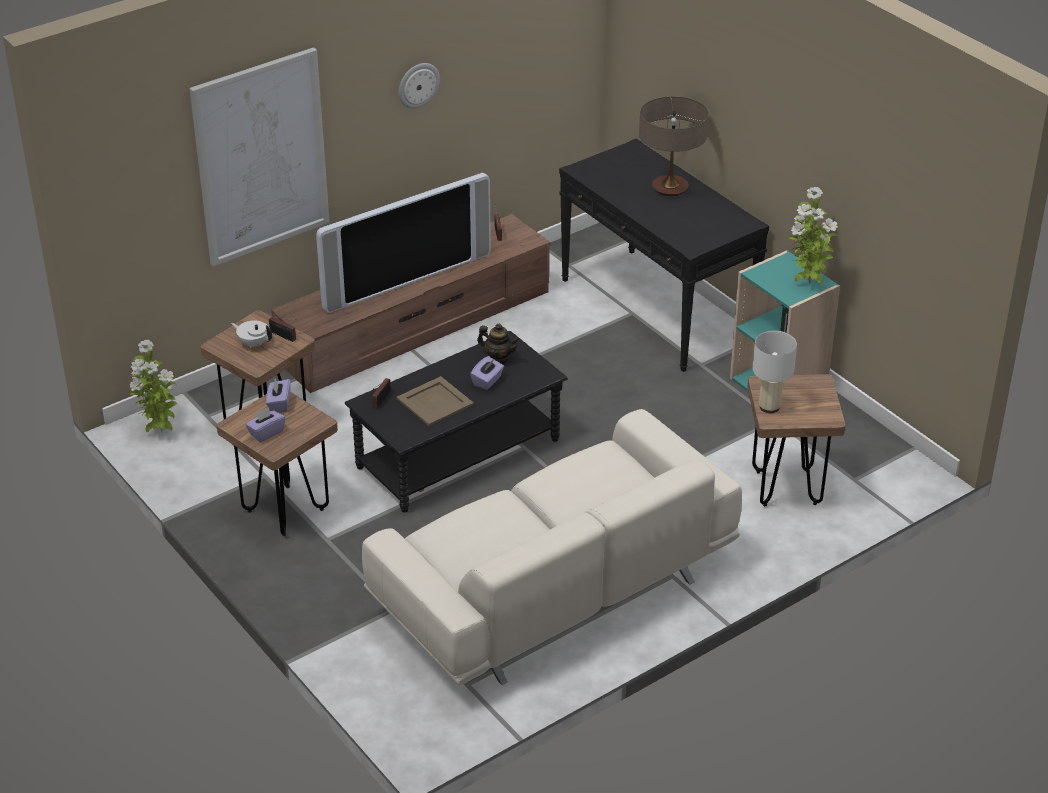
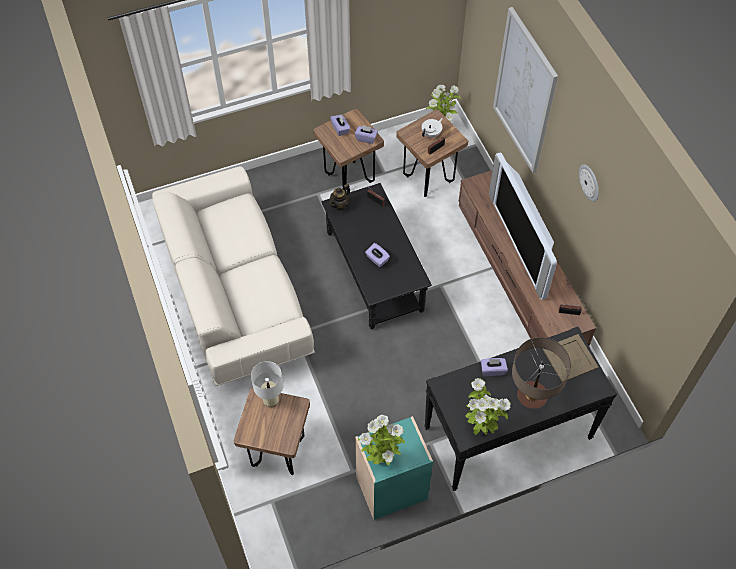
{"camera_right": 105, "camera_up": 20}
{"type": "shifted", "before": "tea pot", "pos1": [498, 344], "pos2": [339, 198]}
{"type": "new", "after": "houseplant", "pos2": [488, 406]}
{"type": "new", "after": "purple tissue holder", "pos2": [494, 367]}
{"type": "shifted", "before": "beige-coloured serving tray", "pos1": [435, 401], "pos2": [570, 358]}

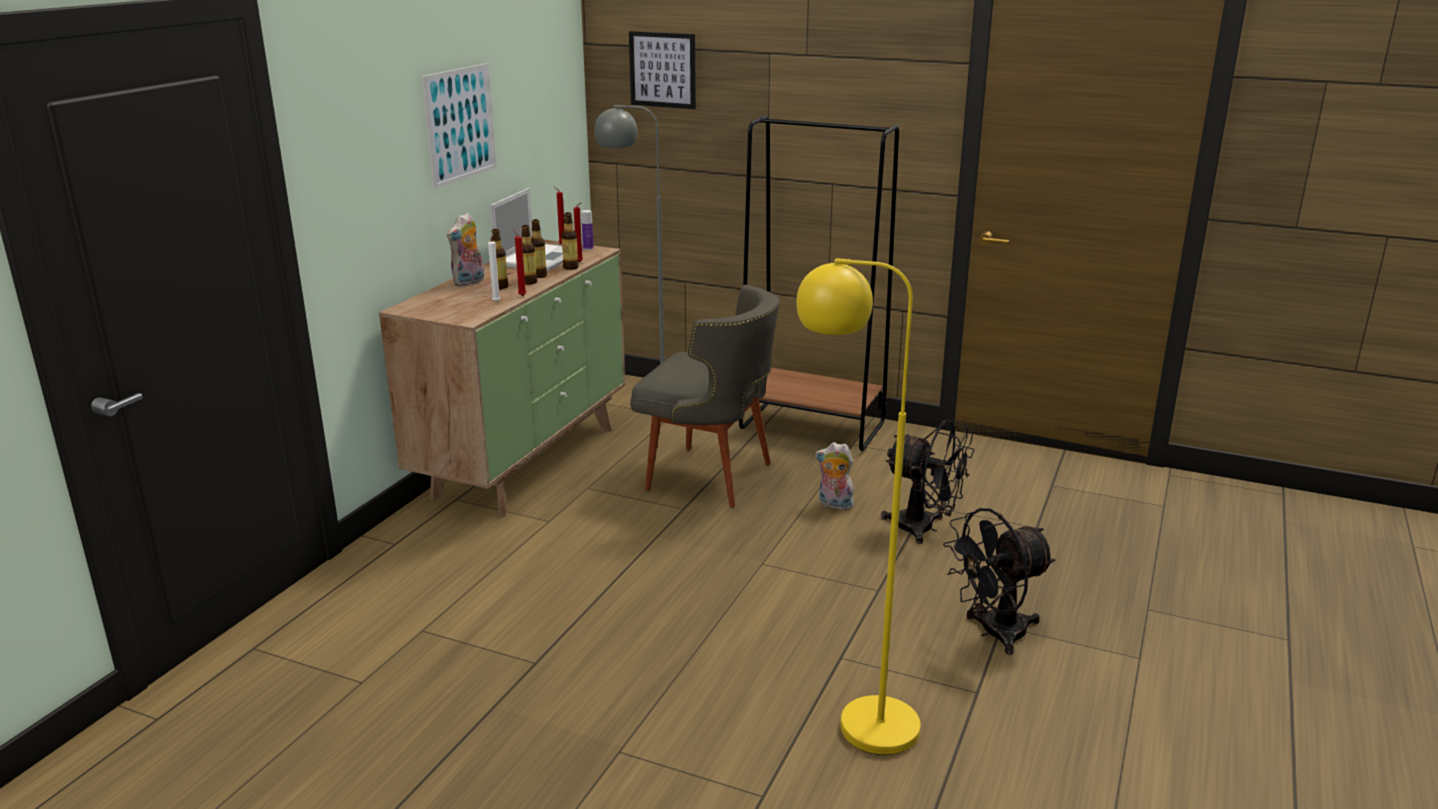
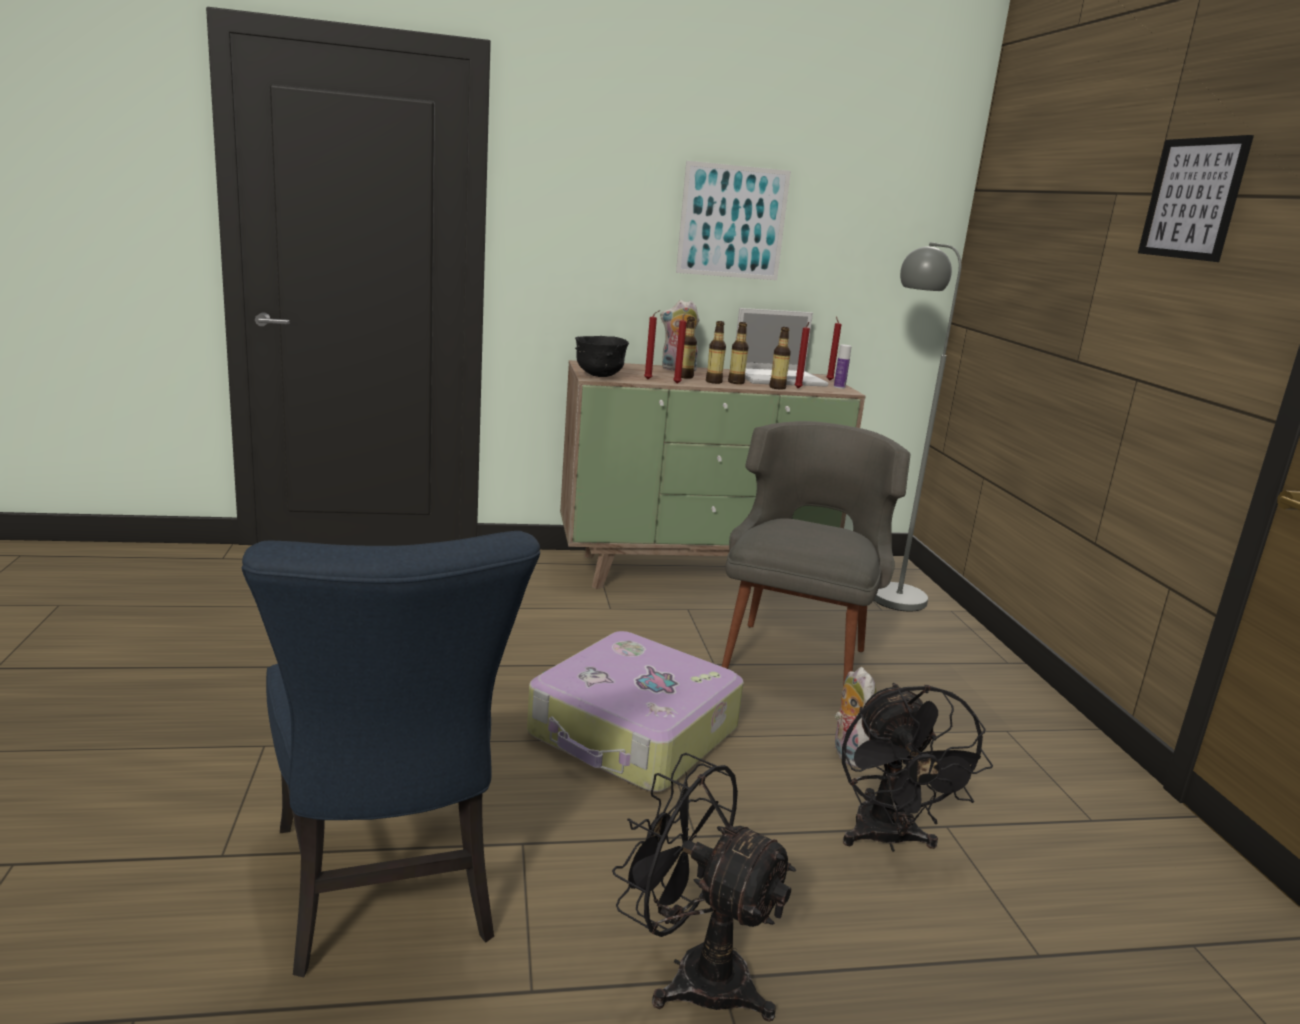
{"camera_right": 55, "camera_up": -5}
{"type": "swapped", "before": "yellow standing lamp", "after": "bluish plain chair", "pos1": [858, 506], "pos2": [390, 754]}
{"type": "new", "after": "suitcase", "pos2": [635, 711]}
{"type": "new", "after": "blackish serving bowl", "pos2": [602, 356]}
{"type": "repainted", "before": "whitish candle", "after": "reddish candle", "pos1": [494, 268], "pos2": [652, 344]}
{"type": "rotated", "before": "grey plain chair", "pos1": [705, 396], "pos2": [816, 553], "turn": -150}
{"type": "shifted", "before": "picture", "pos1": [662, 70], "pos2": [1196, 198]}
{"type": "gone", "before": "garment rack", "pos1": [819, 283]}

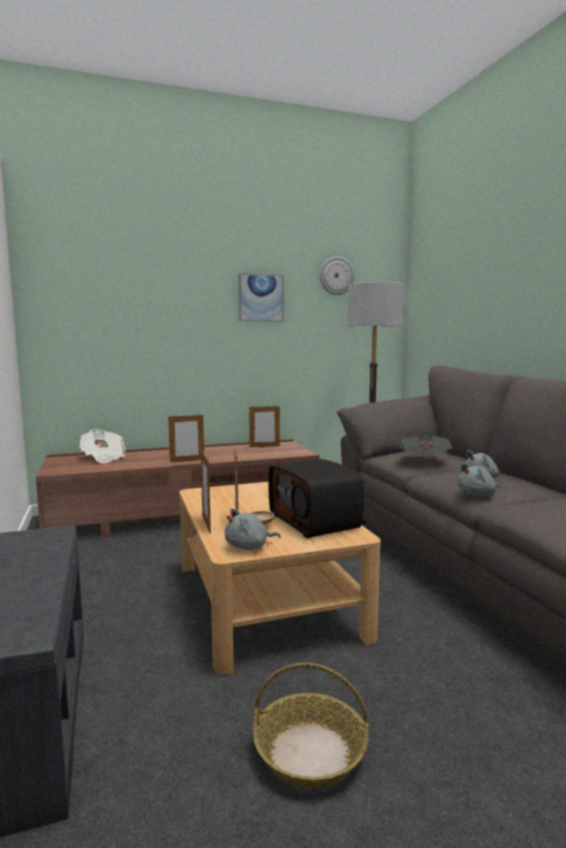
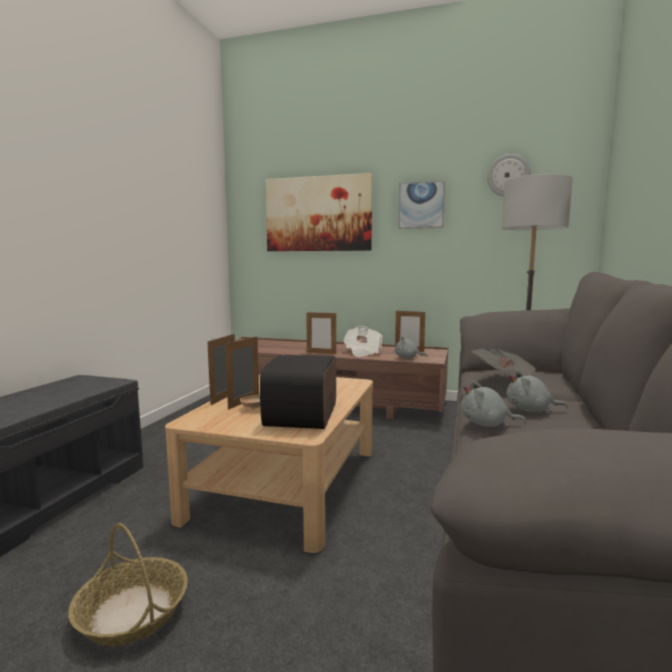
{"camera_right": 35, "camera_up": 0}
{"type": "new", "after": "picture", "pos2": [319, 212]}
{"type": "shifted", "before": "printed paper", "pos1": [102, 446], "pos2": [363, 341]}
{"type": "shifted", "before": "grey plush toy", "pos1": [253, 529], "pos2": [411, 347]}

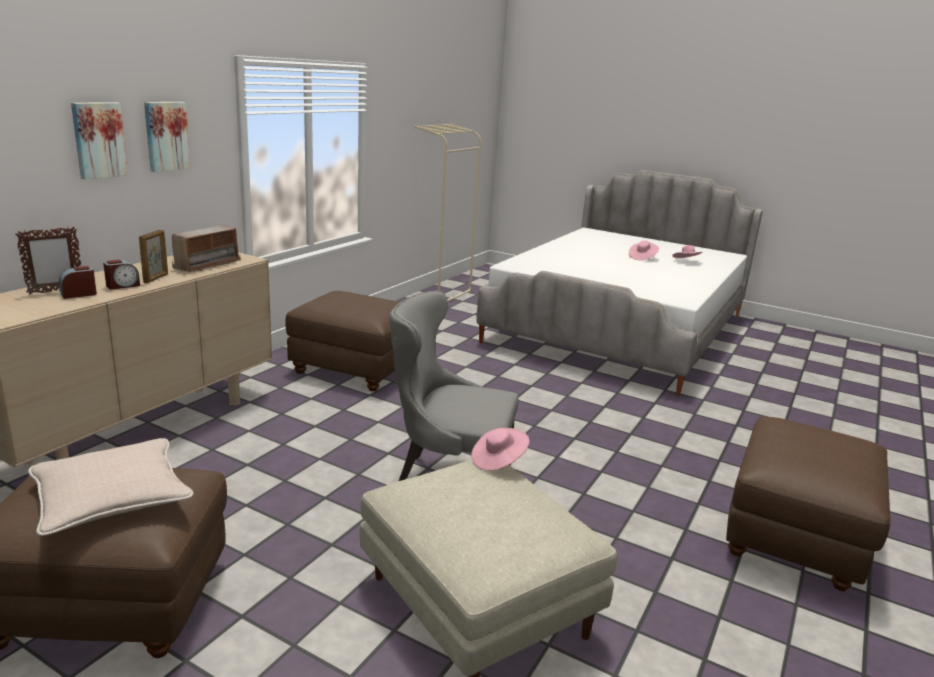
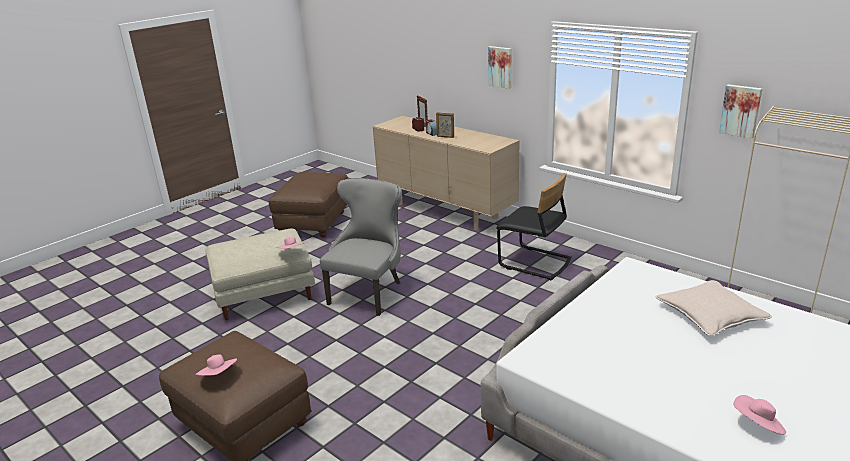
{"camera_right": 105, "camera_up": 5}
{"type": "shifted", "before": "pink clothing hat", "pos1": [644, 250], "pos2": [216, 365]}
{"type": "swapped", "before": "brown-coloured pouffe", "after": "blackish plain chair", "pos1": [342, 341], "pos2": [534, 226]}
{"type": "shifted", "before": "beige-coloured cushion", "pos1": [111, 487], "pos2": [714, 308]}
{"type": "shifted", "before": "picture", "pos1": [99, 141], "pos2": [740, 111]}
{"type": "gone", "before": "radio set", "pos1": [206, 248]}

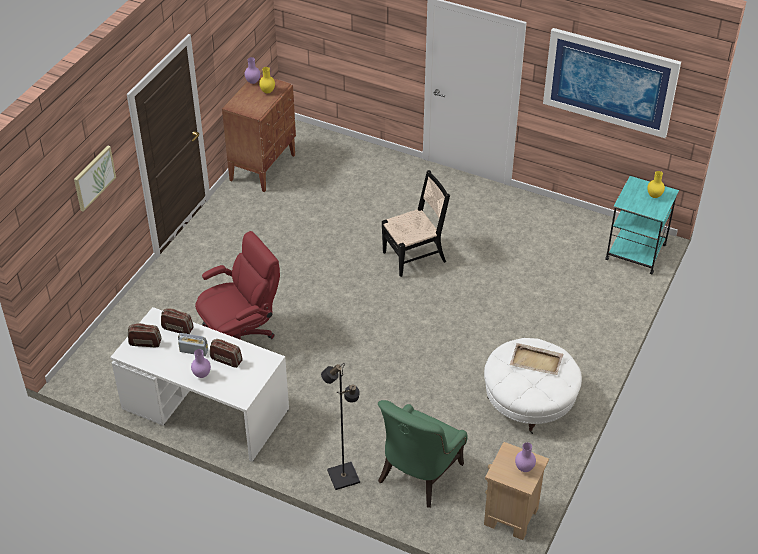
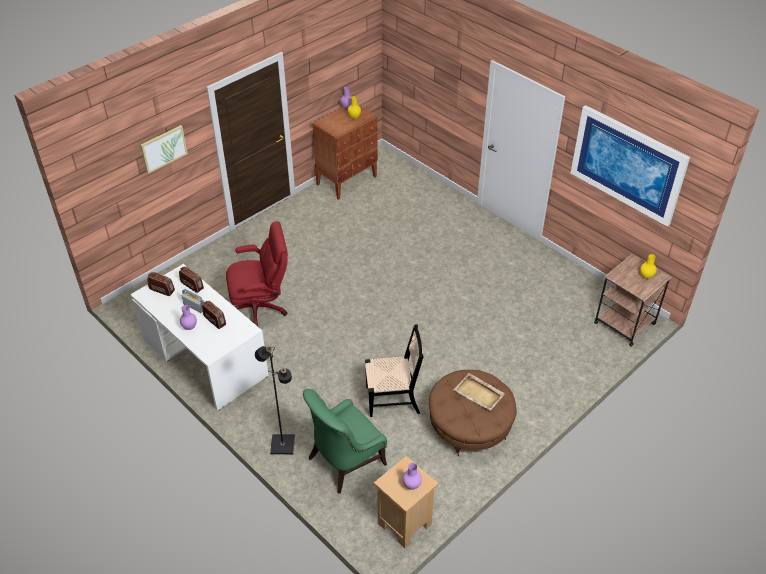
{"camera_right": 20, "camera_up": 0}
{"type": "shifted", "before": "plain chair", "pos1": [416, 223], "pos2": [394, 370]}
{"type": "repainted", "before": "whitish pouffe", "after": "brown-coloured pouffe", "pos1": [533, 386], "pos2": [473, 413]}
{"type": "repainted", "before": "turquoise wheeled cart", "after": "brown-coloured wheeled cart", "pos1": [642, 225], "pos2": [633, 300]}

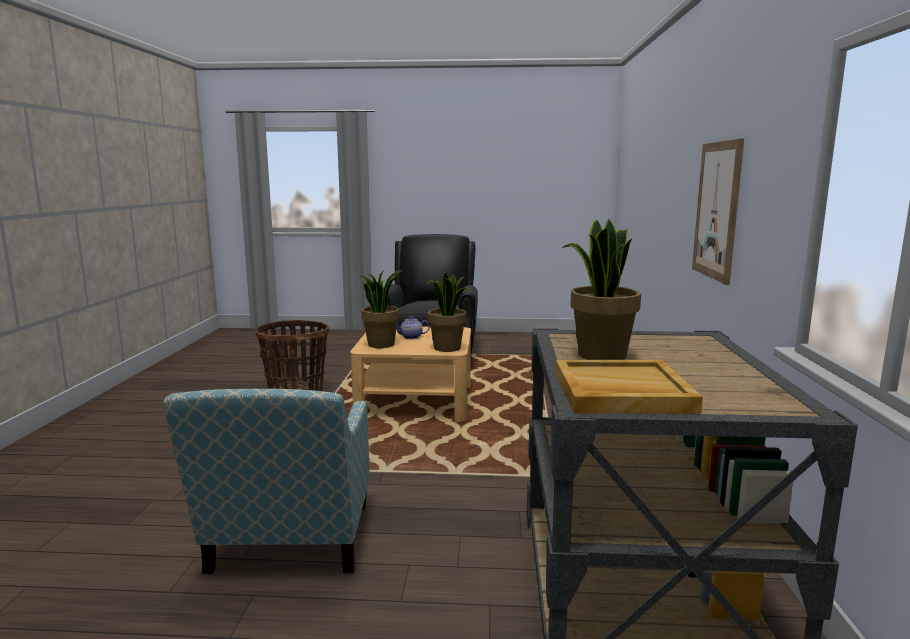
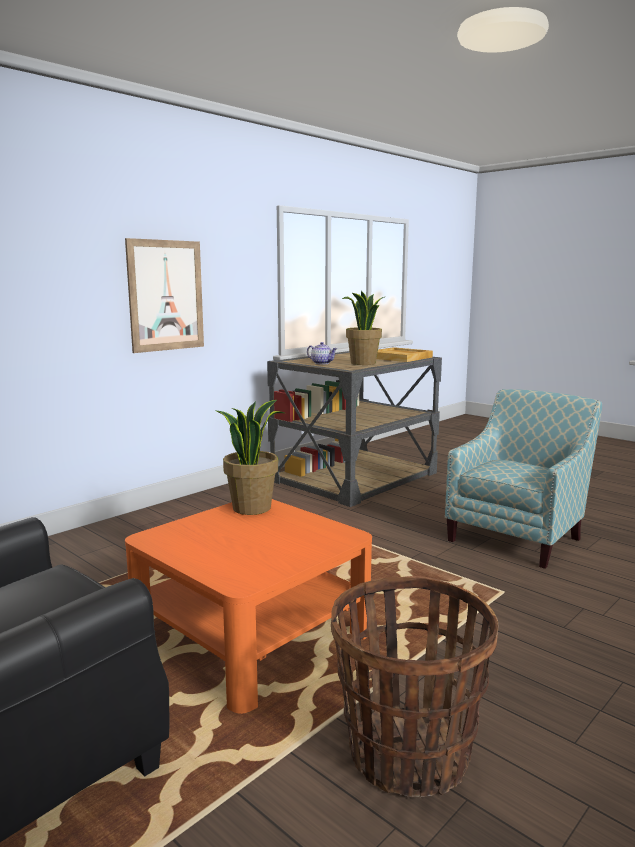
{"camera_right": -140, "camera_up": 0}
{"type": "repainted", "before": "beige-coloured lounge table", "after": "orange lounge table", "pos1": [410, 374], "pos2": [248, 606]}
{"type": "shifted", "before": "tea pot", "pos1": [413, 327], "pos2": [322, 353]}
{"type": "gone", "before": "houseplant", "pos1": [380, 309]}

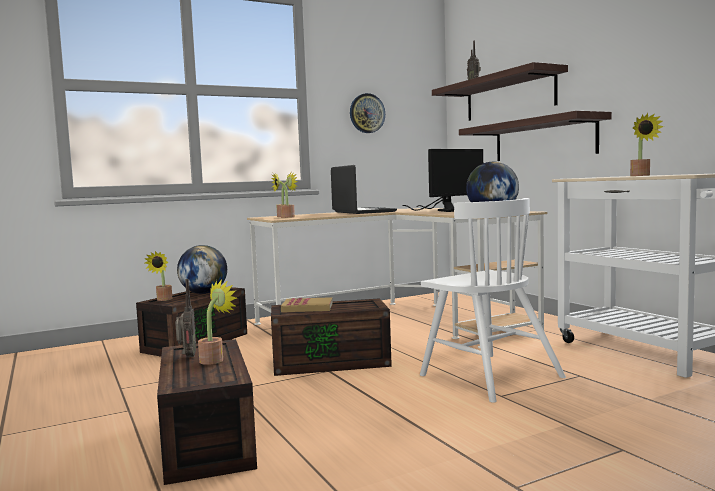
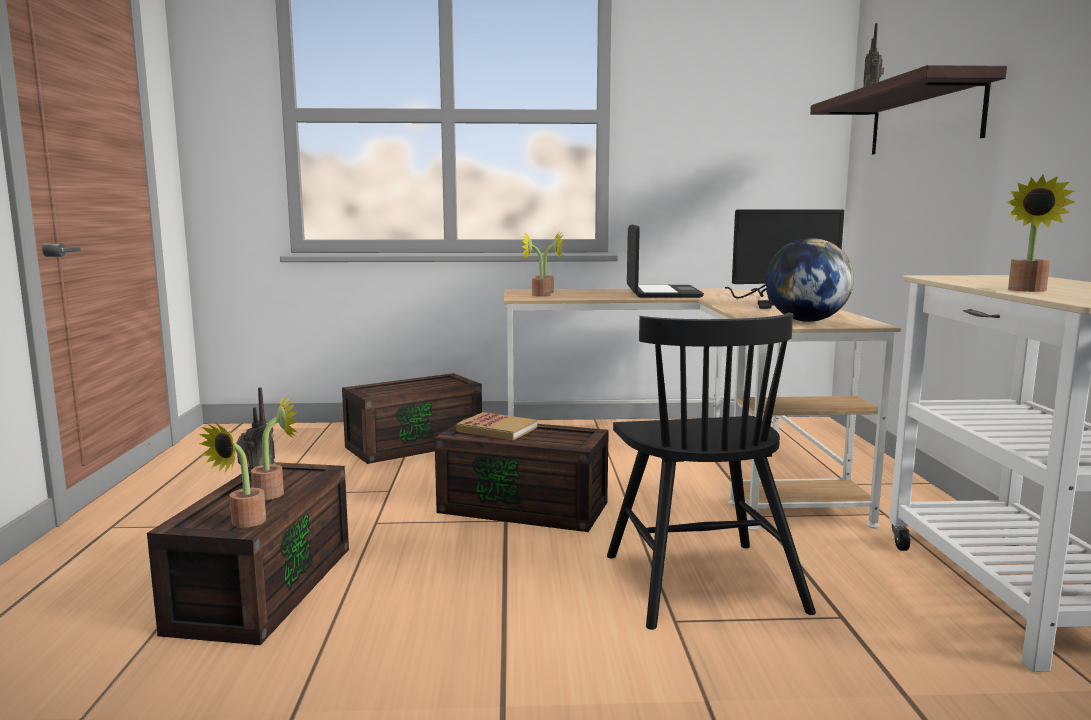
{"camera_right": 25, "camera_up": 5}
{"type": "shifted", "before": "houseplant", "pos1": [158, 276], "pos2": [232, 475]}
{"type": "repainted", "before": "whitish plain chair", "after": "blackish plain chair", "pos1": [493, 300], "pos2": [711, 471]}
{"type": "gone", "before": "desk globe", "pos1": [202, 269]}
{"type": "gone", "before": "hanging clock", "pos1": [367, 113]}
{"type": "gone", "before": "wall shelf", "pos1": [535, 136]}

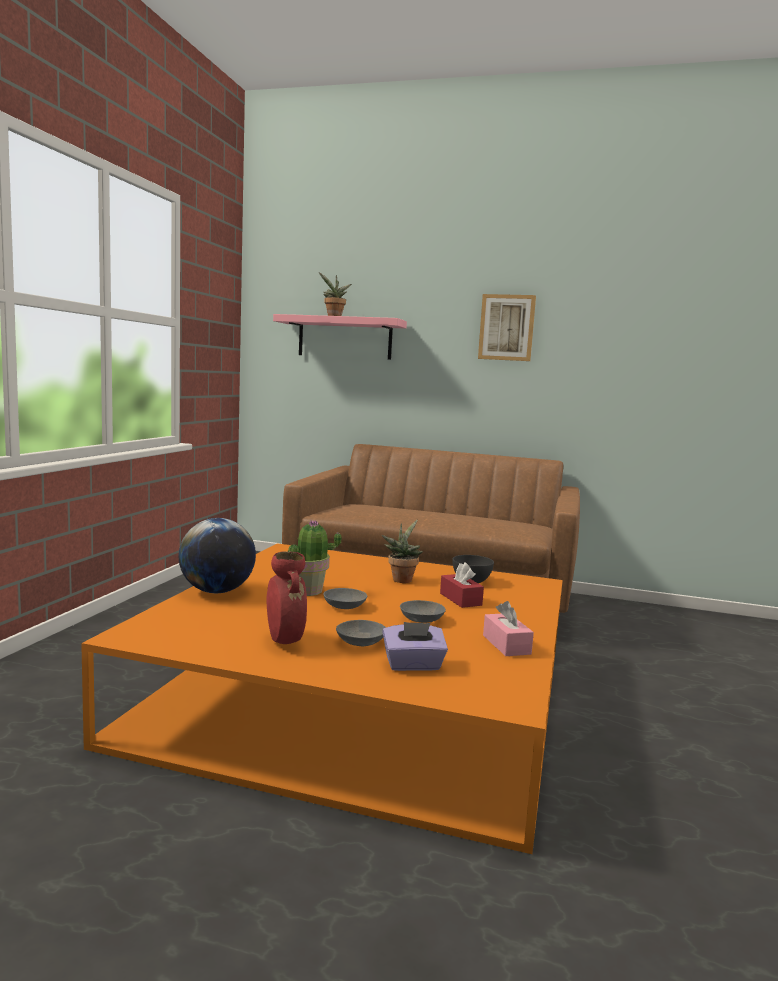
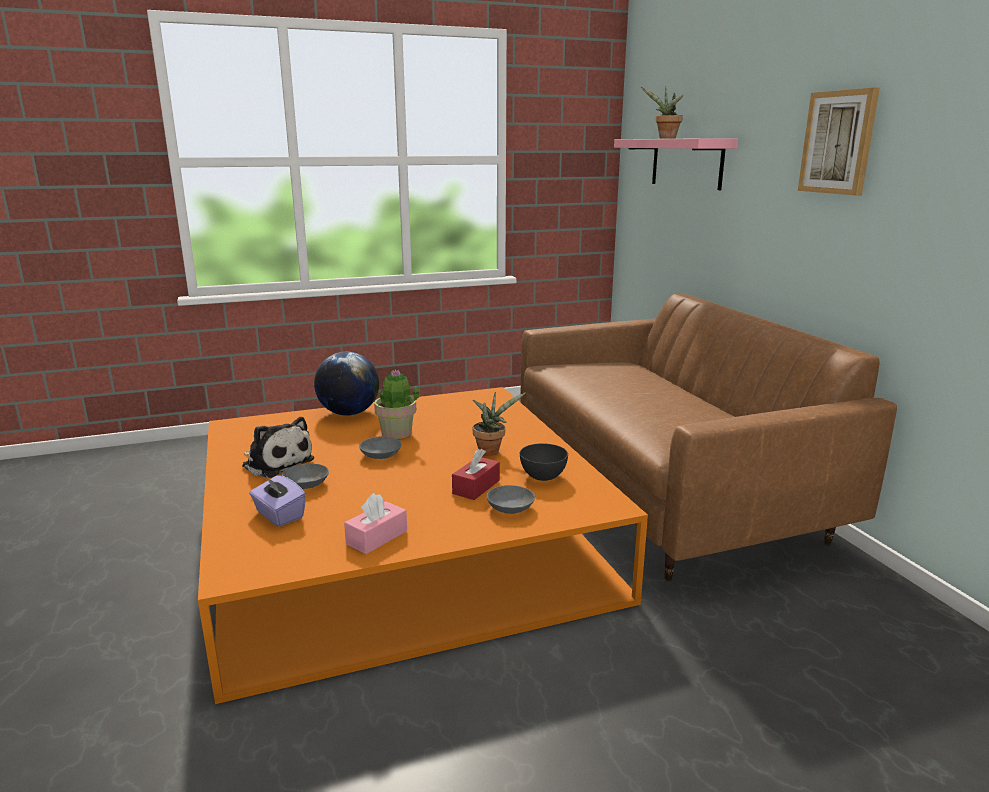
{"camera_right": 55, "camera_up": 10}
{"type": "swapped", "before": "reddish vase", "after": "plush toy", "pos1": [286, 597], "pos2": [278, 447]}
{"type": "shifted", "before": "grey serving bowl", "pos1": [423, 611], "pos2": [511, 499]}

